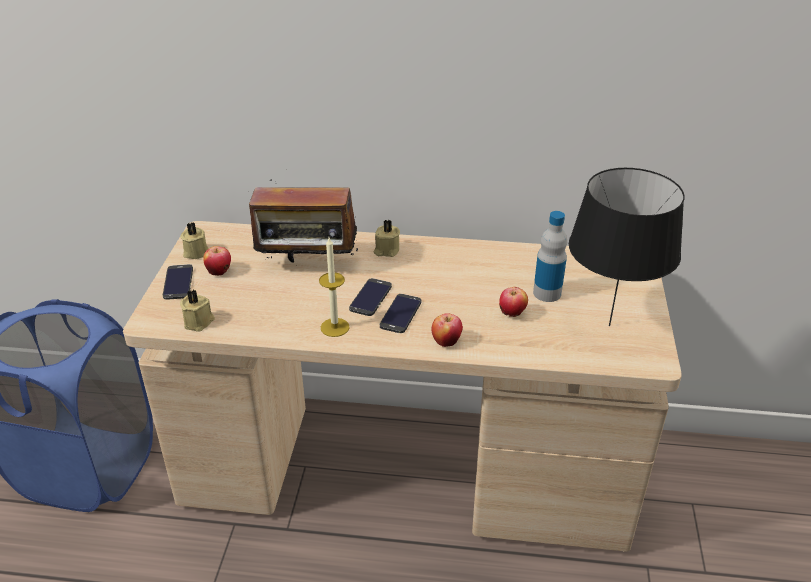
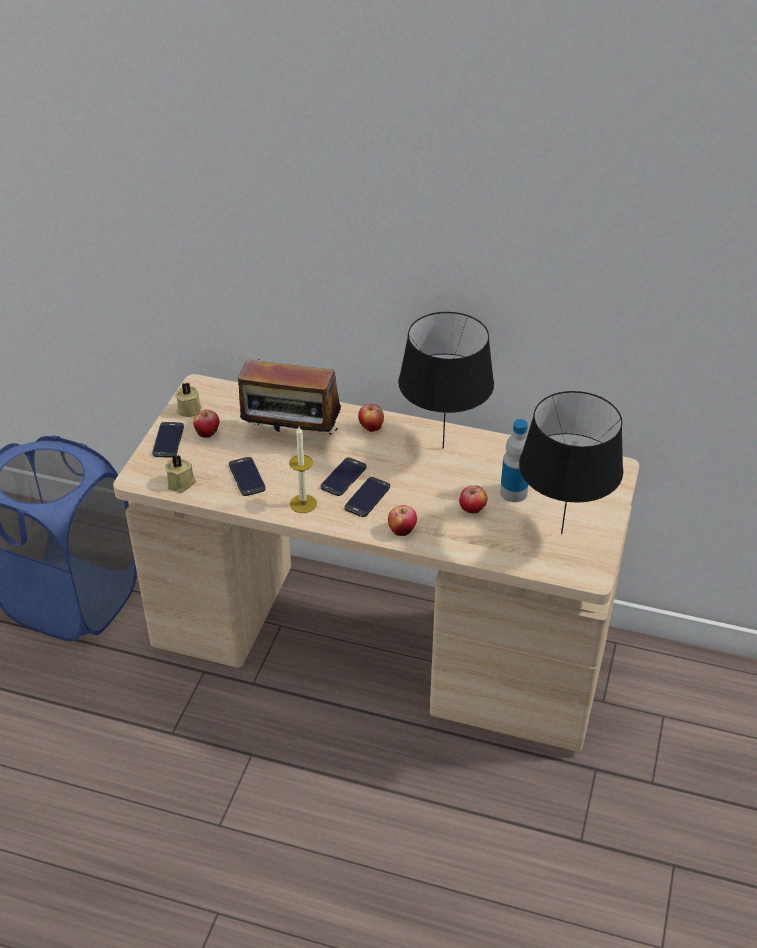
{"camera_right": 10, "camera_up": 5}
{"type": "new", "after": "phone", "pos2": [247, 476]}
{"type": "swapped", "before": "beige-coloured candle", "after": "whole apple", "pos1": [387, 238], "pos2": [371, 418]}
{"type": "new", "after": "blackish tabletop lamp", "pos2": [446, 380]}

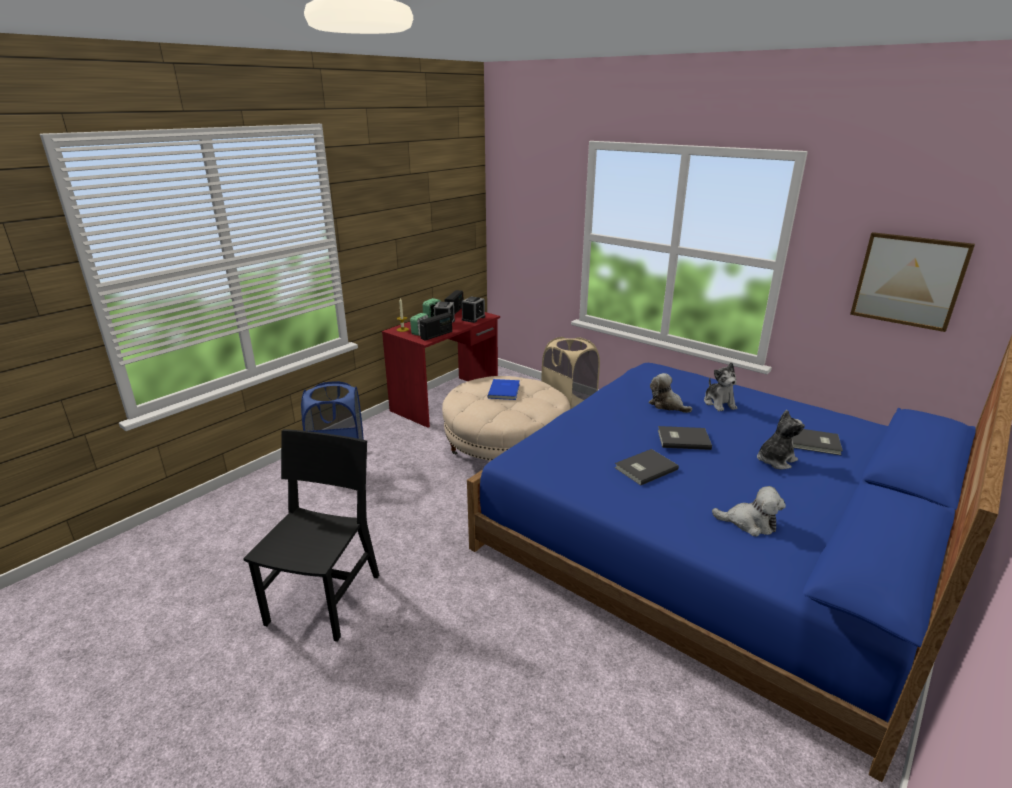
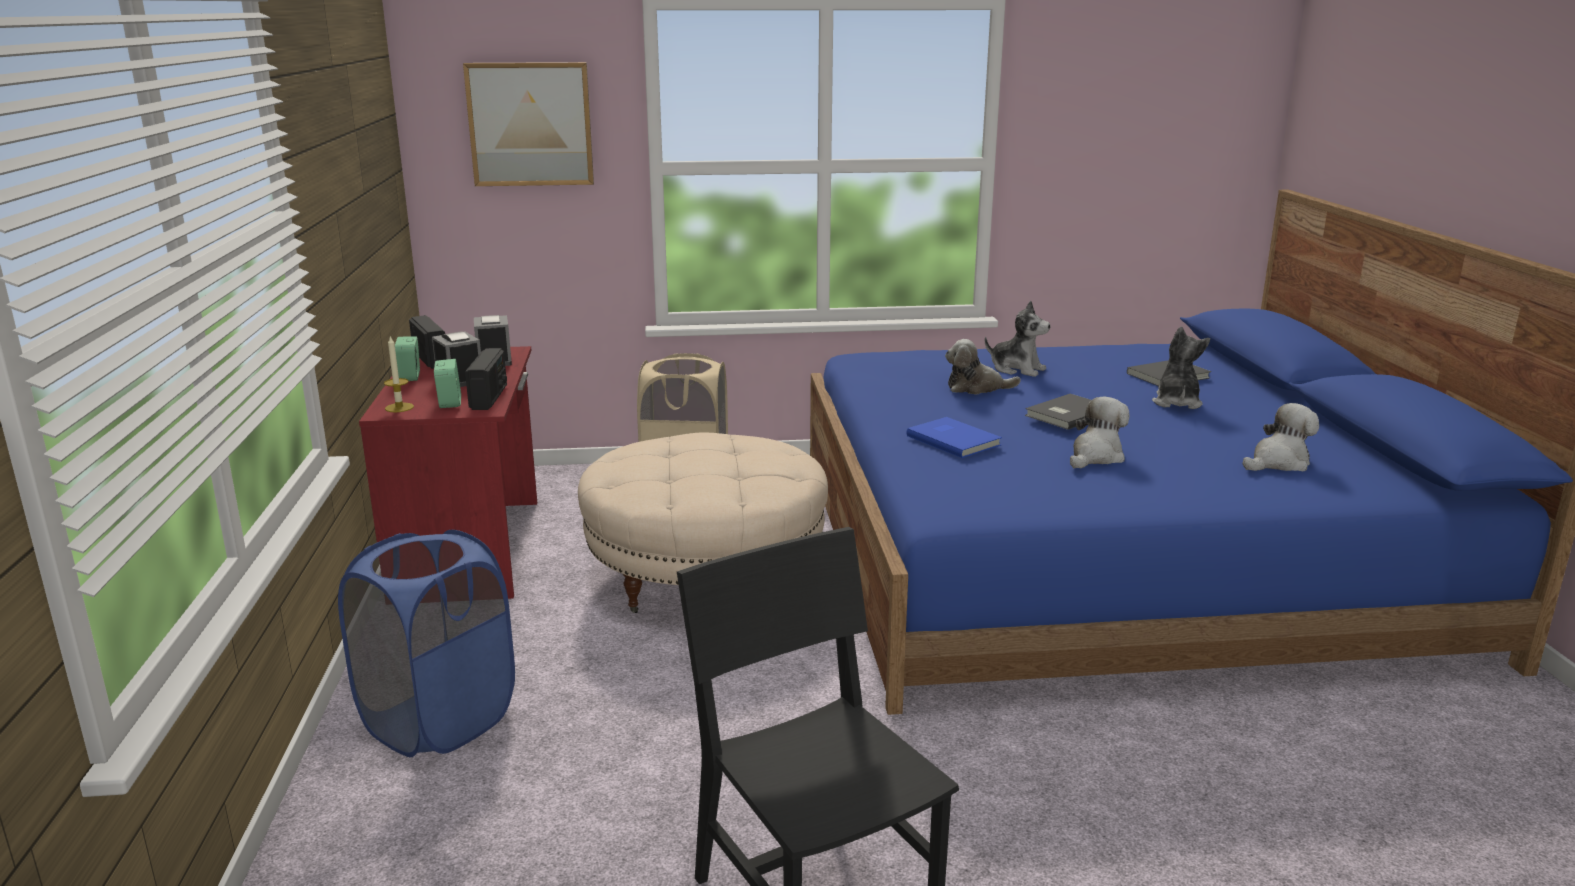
{"camera_right": -45, "camera_up": -5}
{"type": "shifted", "before": "picture", "pos1": [912, 282], "pos2": [528, 124]}
{"type": "shifted", "before": "bluish book", "pos1": [503, 389], "pos2": [954, 437]}
{"type": "swapped", "before": "grey book", "after": "plush toy", "pos1": [647, 467], "pos2": [1099, 432]}

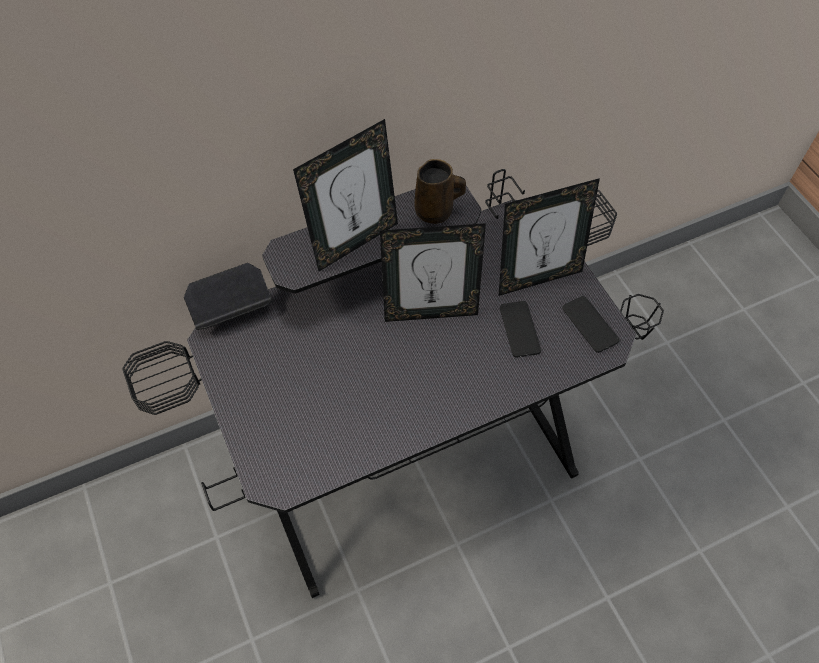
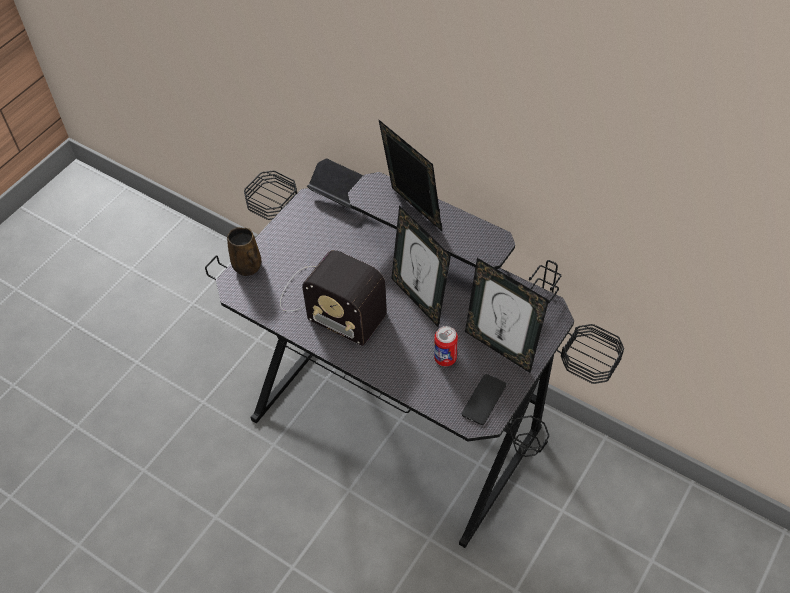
{"camera_right": 60, "camera_up": -5}
{"type": "shifted", "before": "brown-coloured mug", "pos1": [440, 191], "pos2": [244, 251]}
{"type": "new", "after": "radio set", "pos2": [333, 298]}
{"type": "rotated", "before": "photo frame", "pos1": [345, 195], "pos2": [410, 175], "turn": -150}
{"type": "swapped", "before": "phone", "after": "can", "pos1": [520, 329], "pos2": [446, 346]}

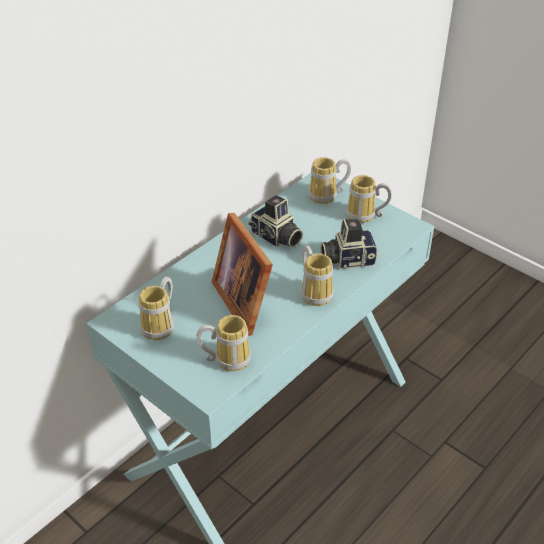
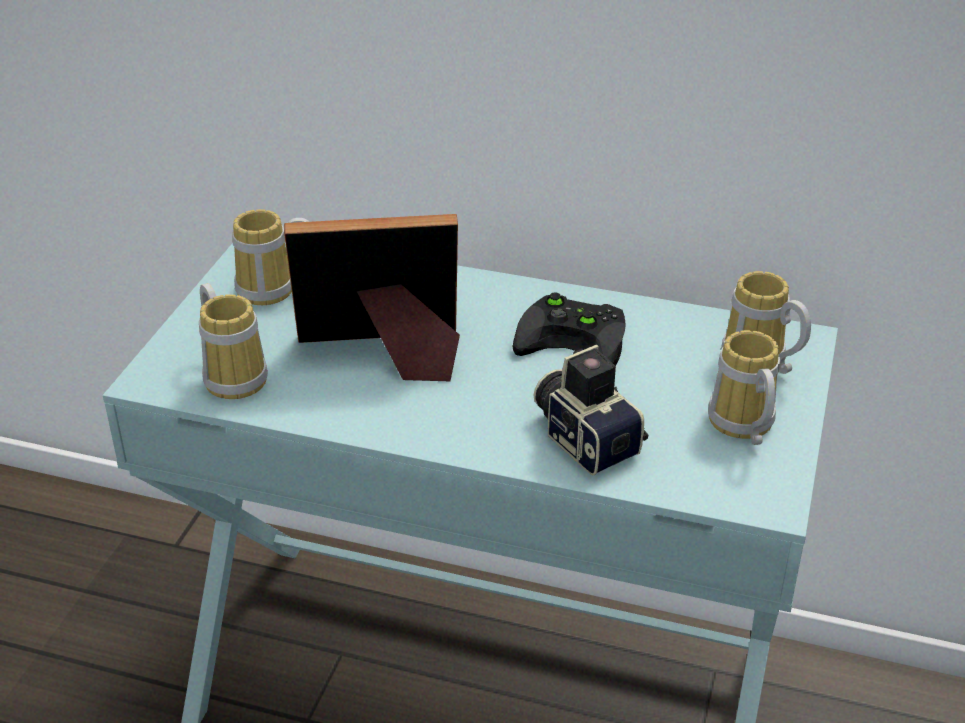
{"camera_right": 65, "camera_up": -5}
{"type": "rotated", "before": "photo frame", "pos1": [242, 274], "pos2": [372, 297], "turn": 45}
{"type": "swapped", "before": "photo camera", "after": "blackish joypad", "pos1": [276, 221], "pos2": [569, 329]}
{"type": "gone", "before": "mug", "pos1": [317, 275]}

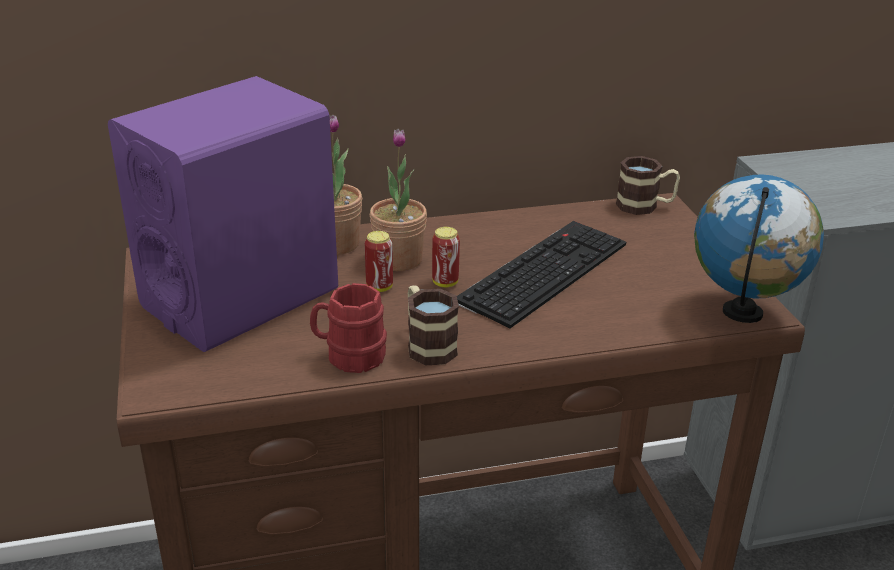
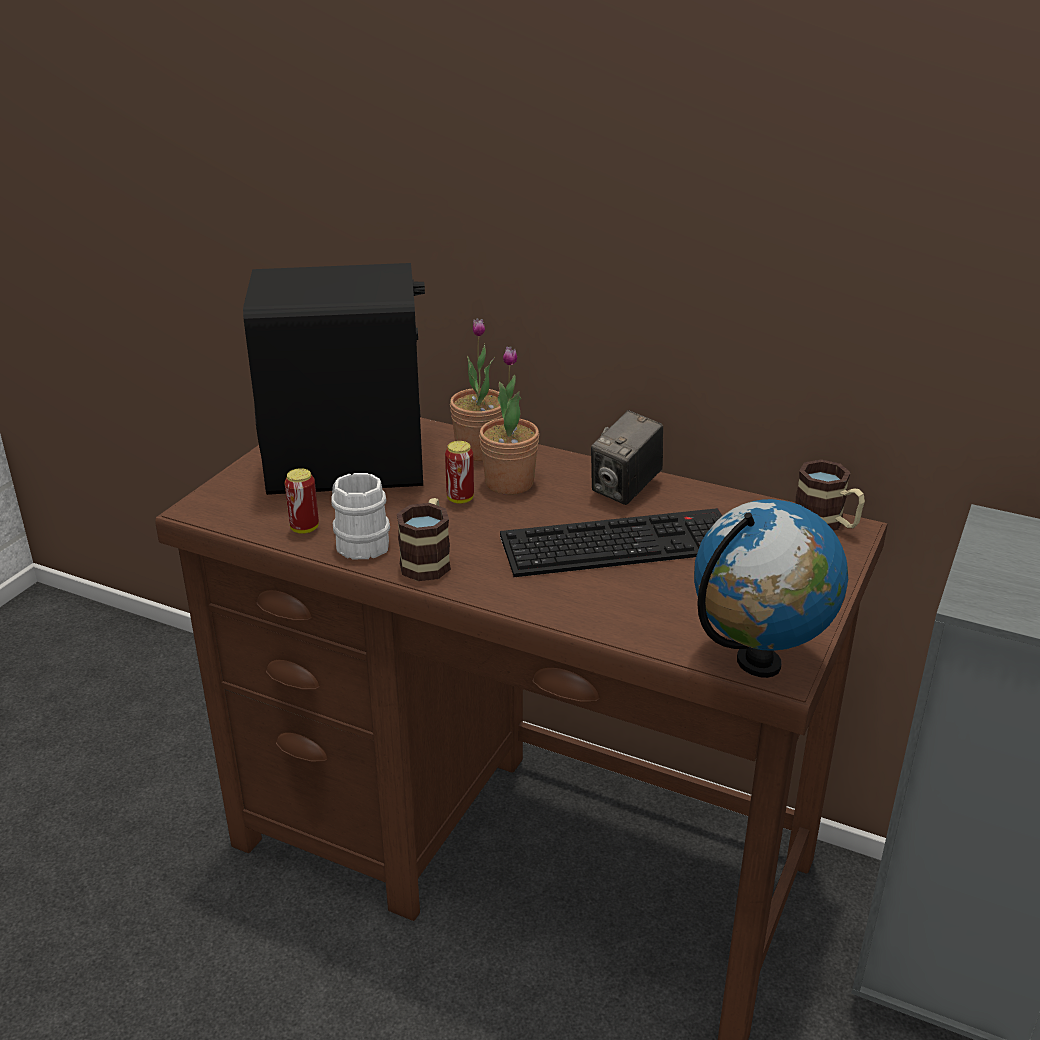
{"camera_right": 40, "camera_up": 0}
{"type": "repainted", "before": "purple loudspeaker", "after": "blackish loudspeaker", "pos1": [223, 214], "pos2": [334, 379]}
{"type": "shifted", "before": "can", "pos1": [446, 257], "pos2": [302, 501]}
{"type": "repainted", "before": "reddish mug", "after": "whitish mug", "pos1": [348, 328], "pos2": [360, 516]}
{"type": "new", "after": "photo camera", "pos2": [627, 457]}

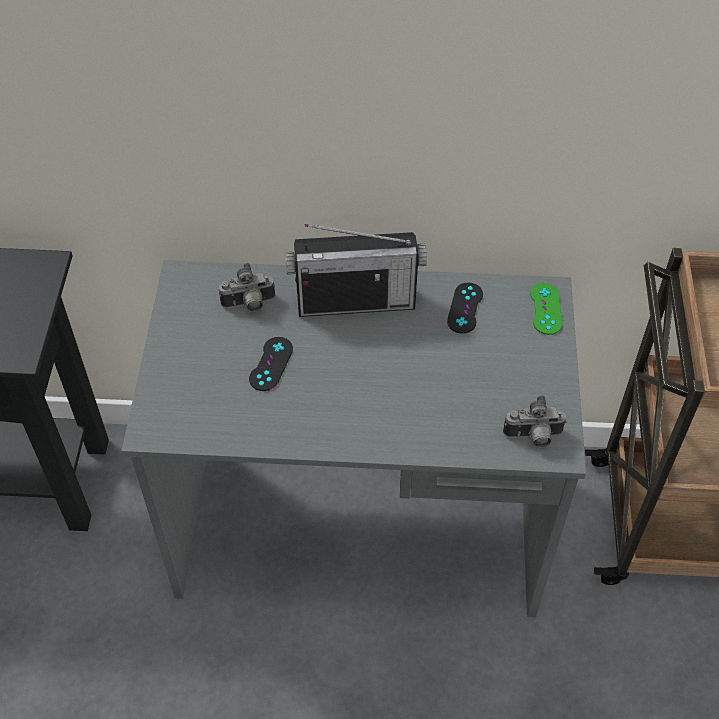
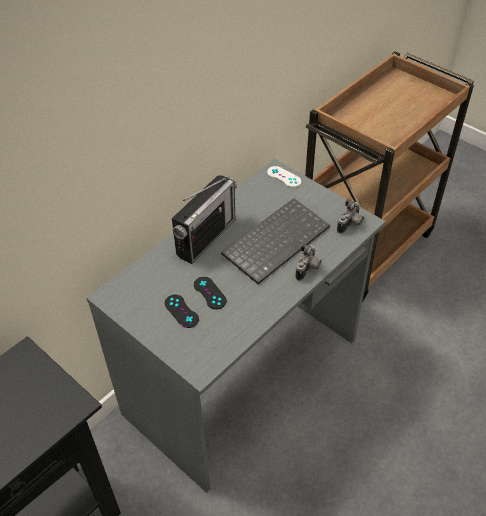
{"camera_right": -50, "camera_up": -5}
{"type": "shifted", "before": "blackish joypad", "pos1": [465, 308], "pos2": [181, 311]}
{"type": "new", "after": "keyboard", "pos2": [275, 241]}
{"type": "repainted", "before": "green joypad", "after": "whitish joypad", "pos1": [546, 309], "pos2": [284, 176]}
{"type": "shifted", "before": "photo camera", "pos1": [247, 287], "pos2": [308, 262]}

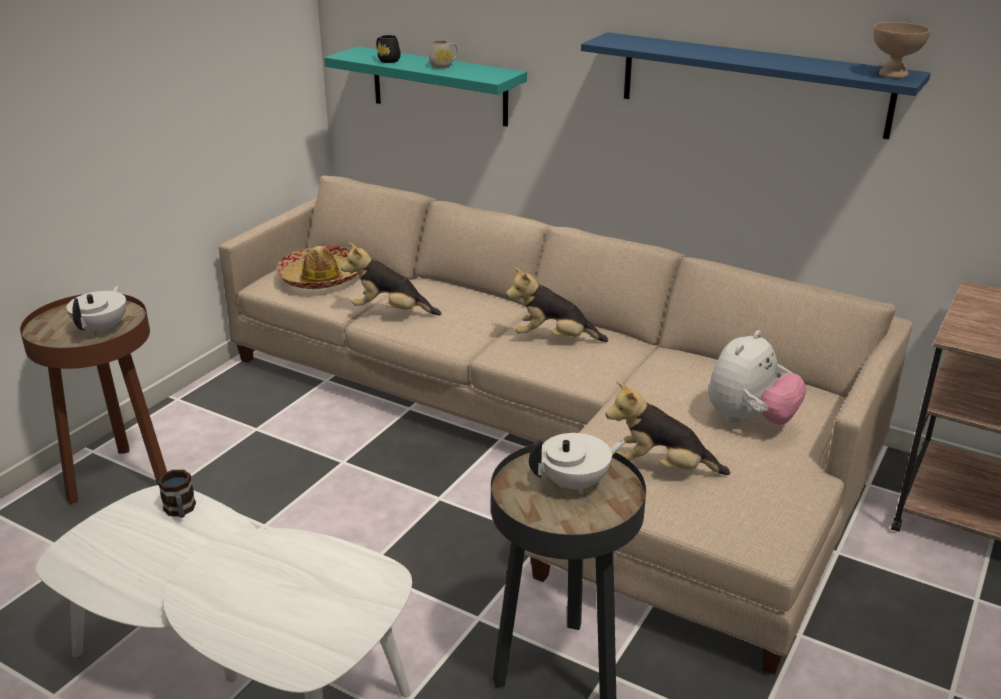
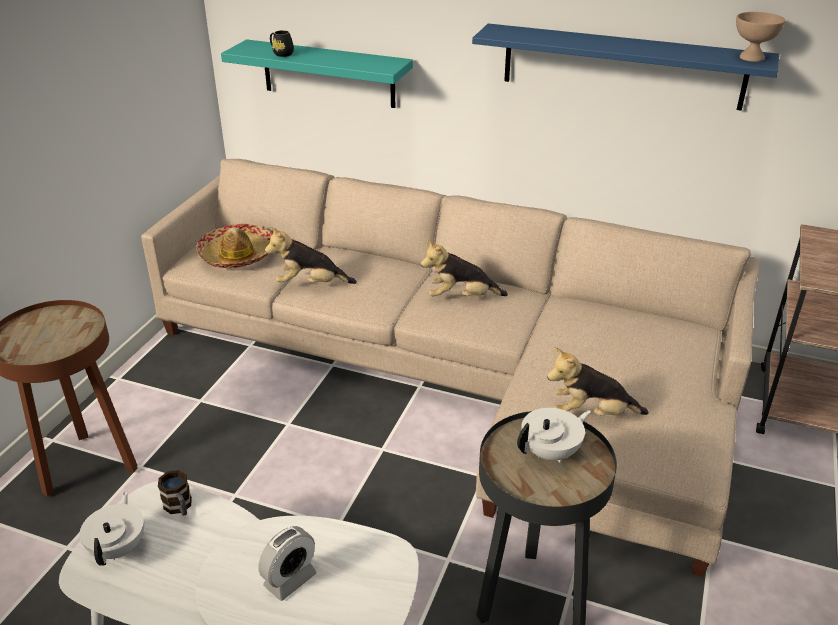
{"camera_right": -10, "camera_up": 5}
{"type": "shifted", "before": "whitish tea pot", "pos1": [96, 309], "pos2": [111, 528]}
{"type": "new", "after": "table clock", "pos2": [288, 563]}
{"type": "gone", "before": "whitish mug", "pos1": [443, 54]}
{"type": "gone", "before": "plush toy", "pos1": [757, 377]}

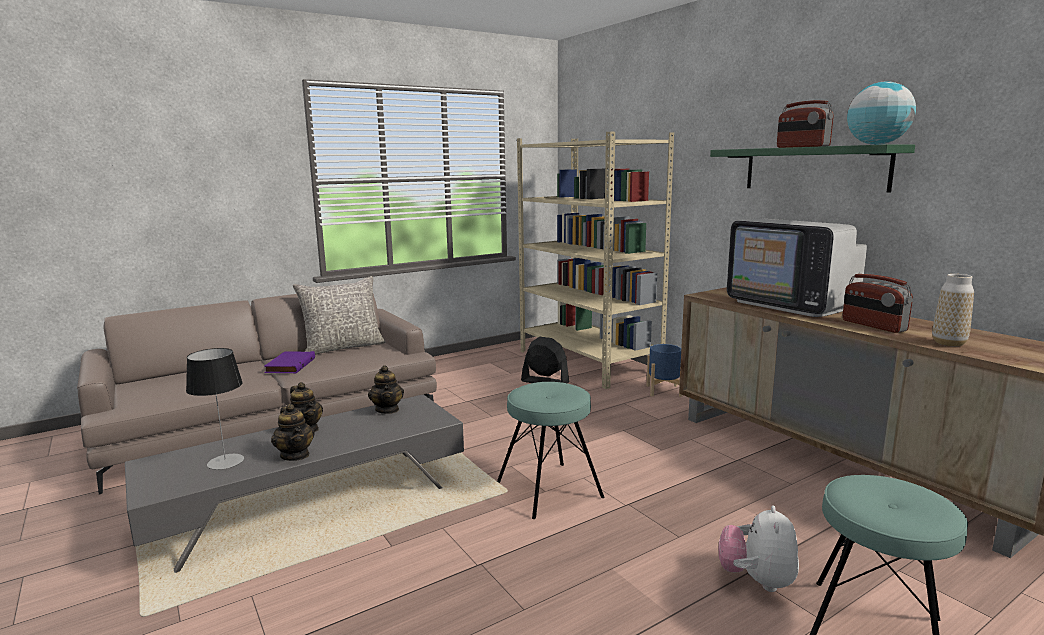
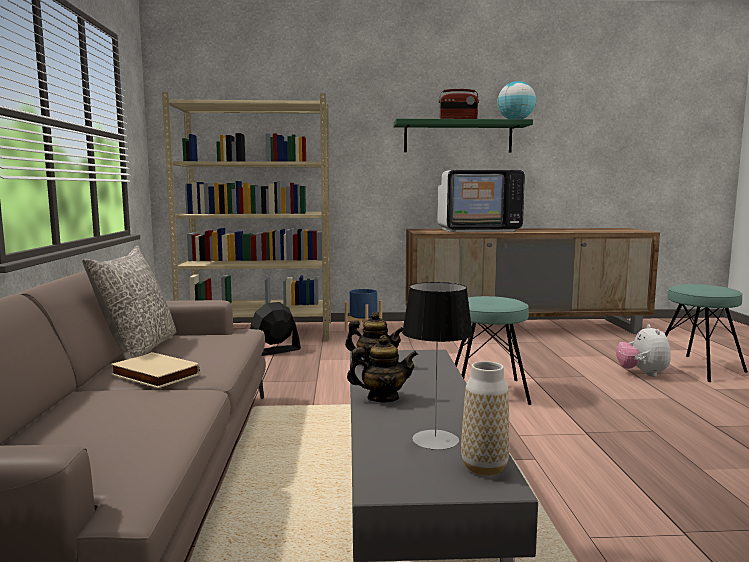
{"camera_right": -60, "camera_up": -5}
{"type": "repainted", "before": "purple book", "after": "beige-coloured book", "pos1": [289, 362], "pos2": [155, 370]}
{"type": "shifted", "before": "vase", "pos1": [953, 310], "pos2": [485, 418]}
{"type": "rotated", "before": "plush toy", "pos1": [759, 549], "pos2": [643, 350], "turn": 45}
{"type": "gone", "before": "tea pot", "pos1": [293, 432]}
{"type": "gone", "before": "radio set", "pos1": [877, 303]}

